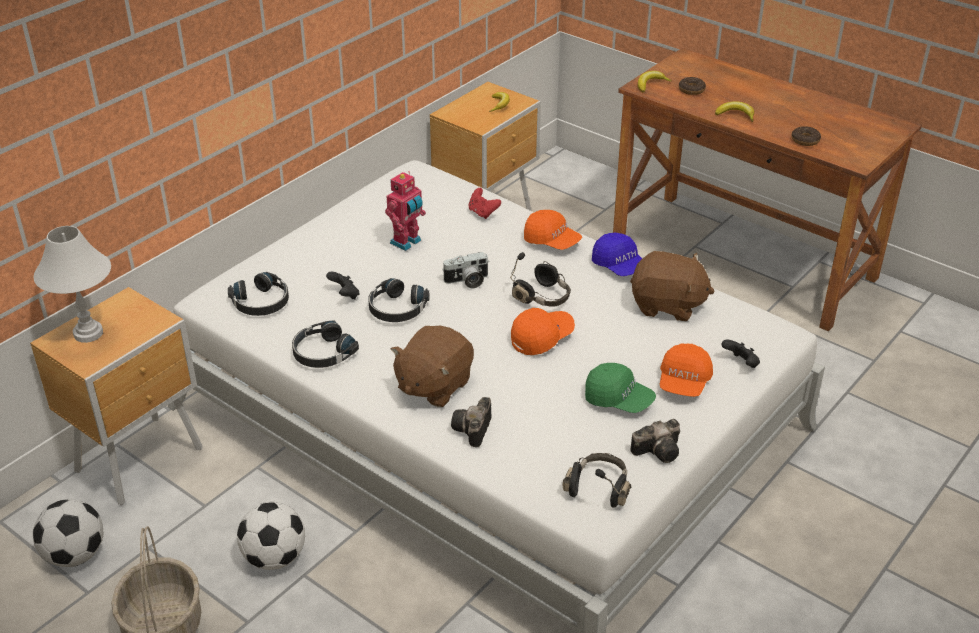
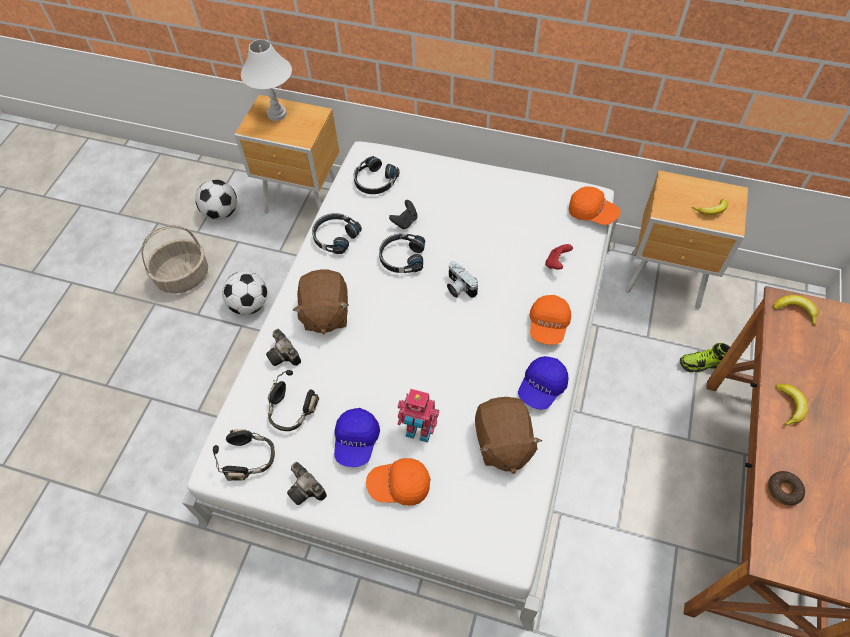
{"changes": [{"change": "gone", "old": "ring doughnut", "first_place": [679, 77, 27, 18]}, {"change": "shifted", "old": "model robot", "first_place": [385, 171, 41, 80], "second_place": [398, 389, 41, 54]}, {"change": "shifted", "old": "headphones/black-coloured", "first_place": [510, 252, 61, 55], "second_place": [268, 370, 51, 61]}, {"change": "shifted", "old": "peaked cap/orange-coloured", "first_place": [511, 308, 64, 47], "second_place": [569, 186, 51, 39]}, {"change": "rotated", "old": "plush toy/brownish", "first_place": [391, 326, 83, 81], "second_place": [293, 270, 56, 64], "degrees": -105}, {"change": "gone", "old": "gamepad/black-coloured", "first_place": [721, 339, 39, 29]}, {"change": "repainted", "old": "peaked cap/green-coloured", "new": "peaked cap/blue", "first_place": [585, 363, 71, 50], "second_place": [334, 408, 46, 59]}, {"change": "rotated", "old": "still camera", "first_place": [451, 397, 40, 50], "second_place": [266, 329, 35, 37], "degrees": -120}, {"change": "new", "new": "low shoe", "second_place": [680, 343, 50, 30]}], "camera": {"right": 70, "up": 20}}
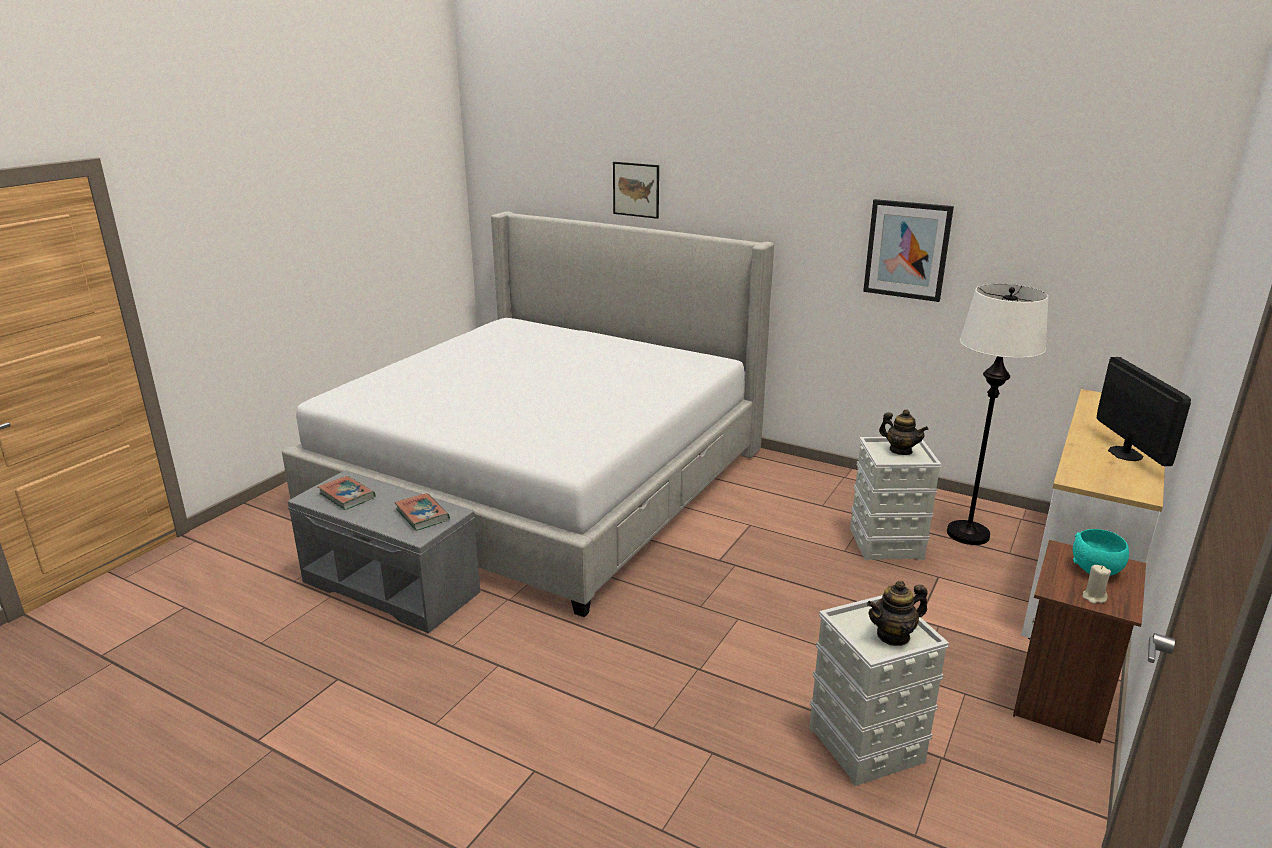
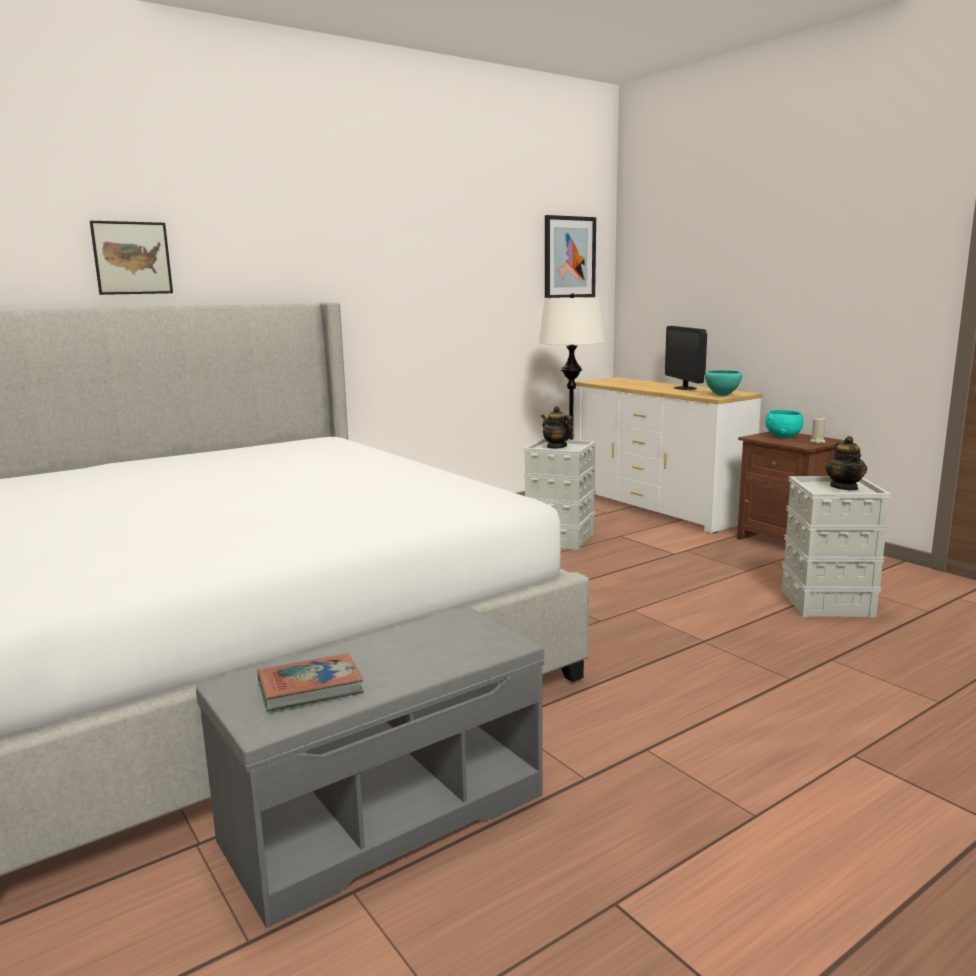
{"changes": [{"change": "shifted", "old": "wall art", "first_place": [863, 199, 91, 103], "second_place": [545, 215, 51, 83]}, {"change": "rotated", "old": "monitor", "first_place": [1097, 357, 94, 109], "second_place": [665, 326, 42, 64], "degrees": -120}, {"change": "rotated", "old": "teapot", "first_place": [879, 409, 49, 46], "second_place": [541, 406, 33, 43], "degrees": -105}, {"change": "gone", "old": "bound book", "first_place": [395, 493, 55, 38]}, {"change": "new", "new": "serving bowl/blue-green", "second_place": [705, 370, 37, 26]}], "camera": {"right": -65, "up": -10}}
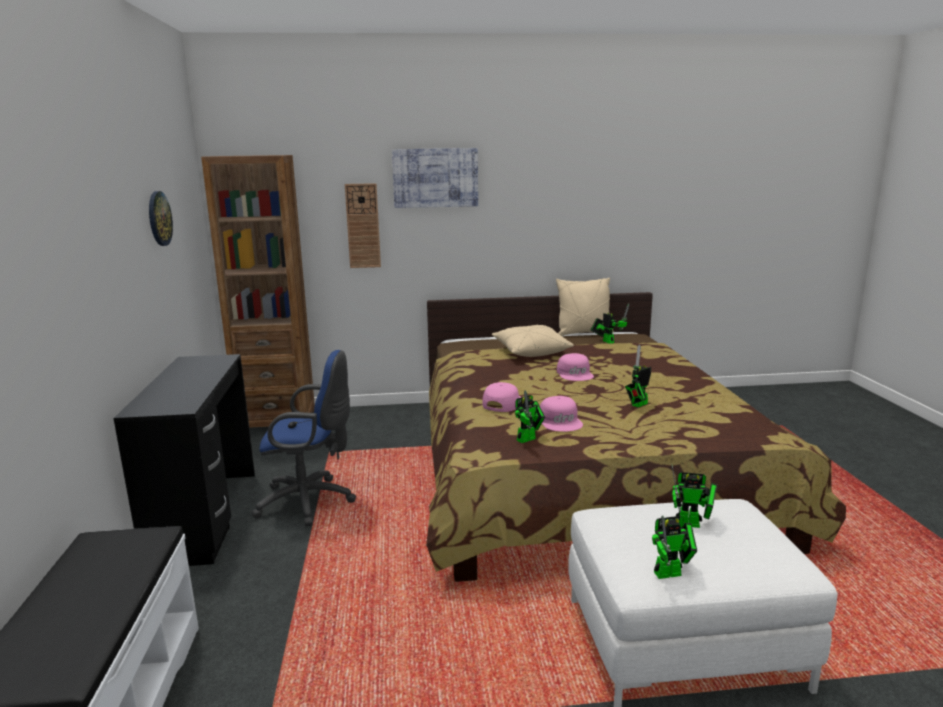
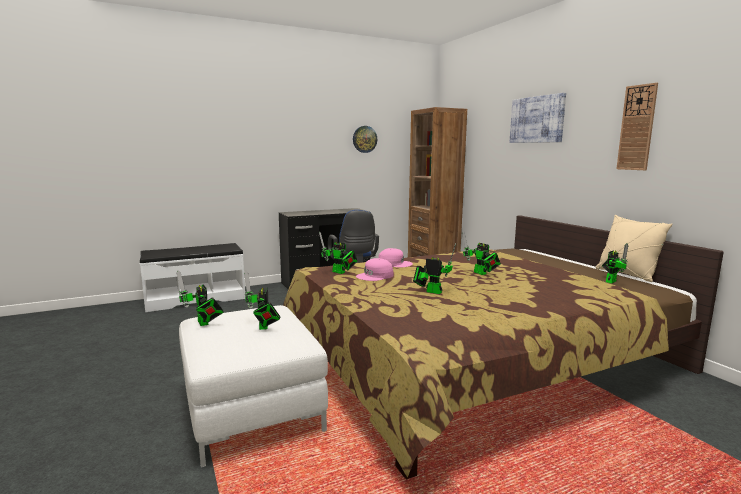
{"changes": [{"change": "shifted", "old": "clock on the wall", "first_place": [345, 183, 36, 85], "second_place": [616, 83, 42, 87]}, {"change": "gone", "old": "throw pillow/beige-coloured", "first_place": [492, 325, 82, 32]}, {"change": "swapped", "old": "peaked cap/pink", "new": "model robot", "first_place": [557, 353, 37, 28], "second_place": [463, 231, 38, 44]}], "camera": {"right": 70, "up": -5}}
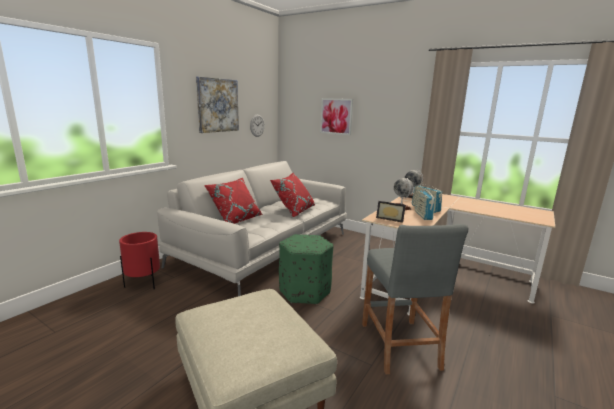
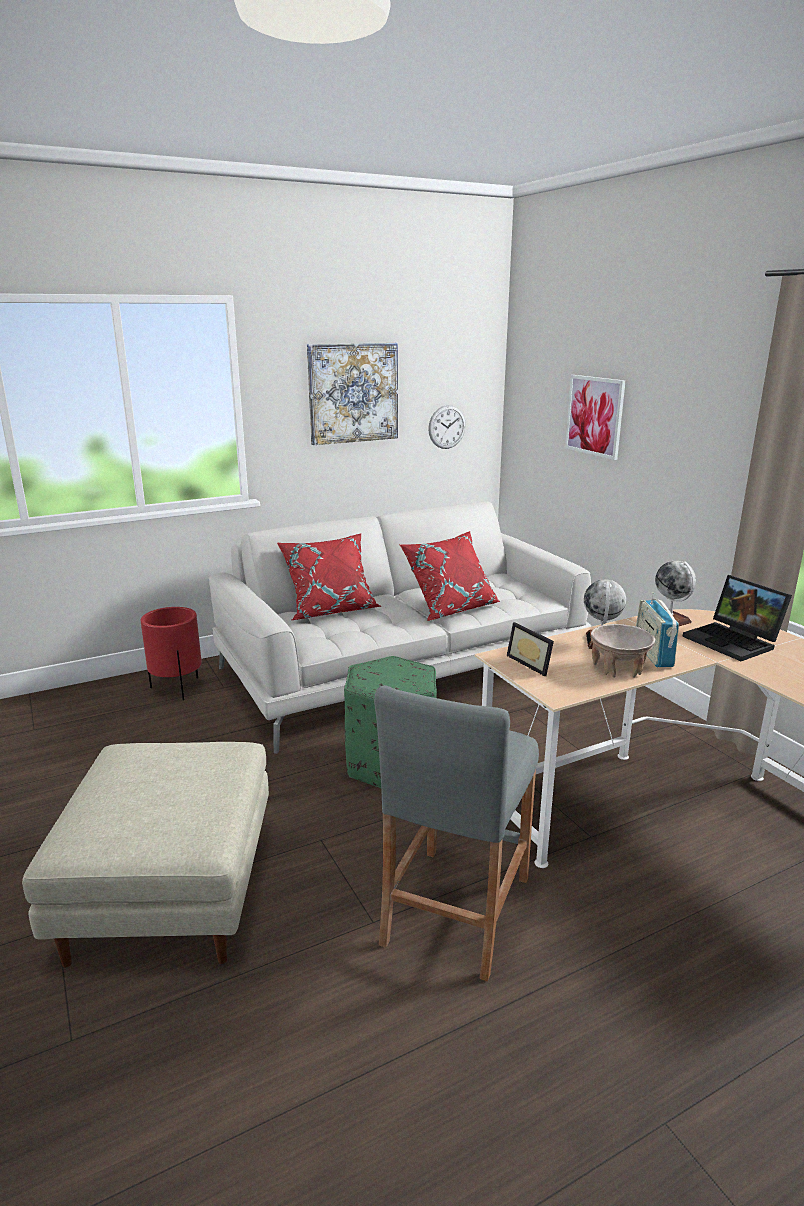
{"changes": [{"change": "swapped", "old": "radio receiver", "new": "serving bowl/beige-coloured", "first_place": [414, 186, 21, 34], "second_place": [591, 624, 64, 54]}, {"change": "new", "new": "notebook computer", "second_place": [683, 575, 109, 86]}], "camera": {"right": 30, "up": 5}}
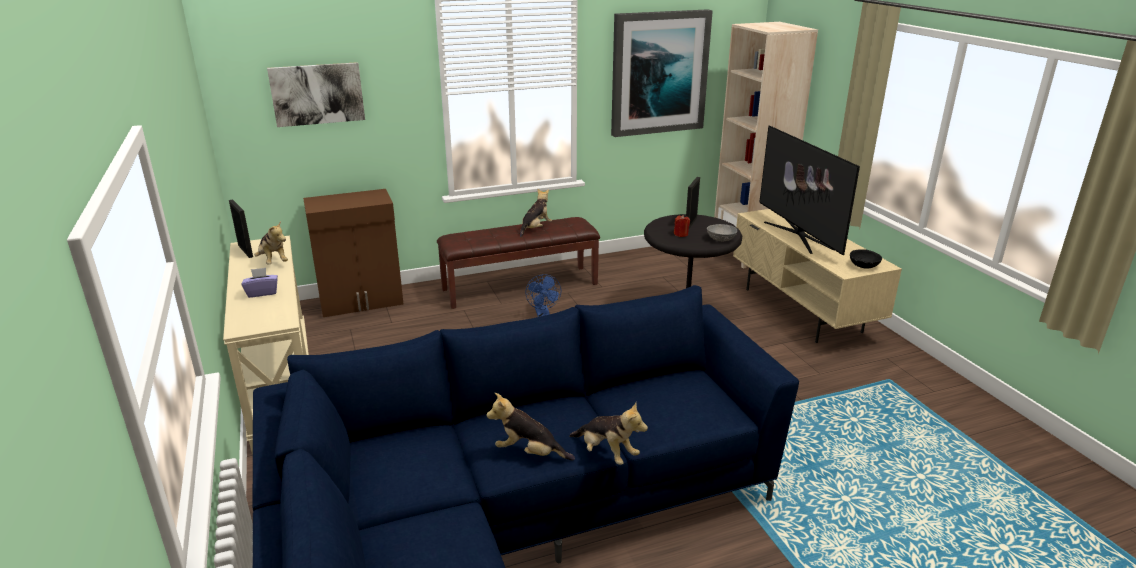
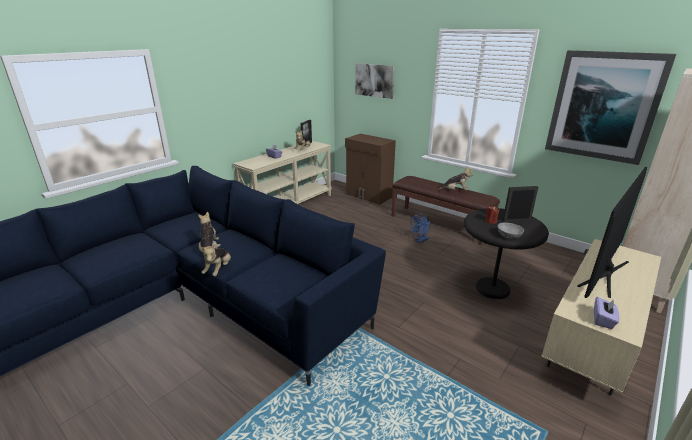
{"changes": [{"change": "swapped", "old": "serving bowl/black-coloured", "new": "tissue box/purplish", "first_place": [850, 249, 32, 20], "second_place": [594, 297, 25, 32]}], "camera": {"right": 60, "up": 0}}
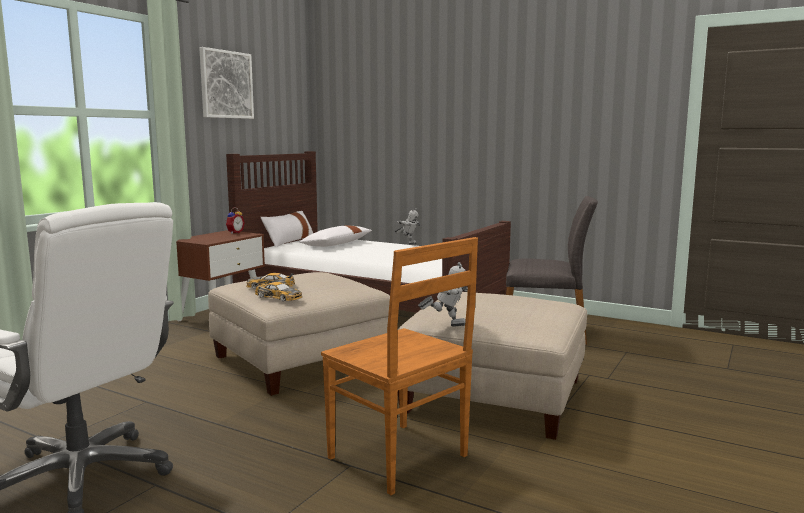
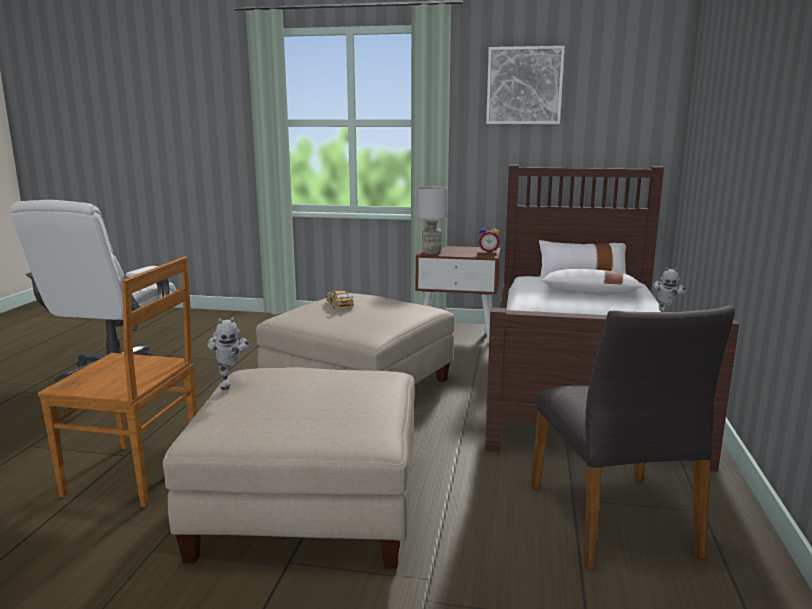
{"changes": [{"change": "rotated", "old": "chair/brownish", "first_place": [321, 237, 157, 258], "second_place": [38, 256, 159, 251], "degrees": -105}, {"change": "gone", "old": "toy car", "first_place": [255, 280, 47, 21]}, {"change": "new", "new": "lamp for a table/gray", "second_place": [417, 186, 31, 68]}], "camera": {"right": 70, "up": 5}}
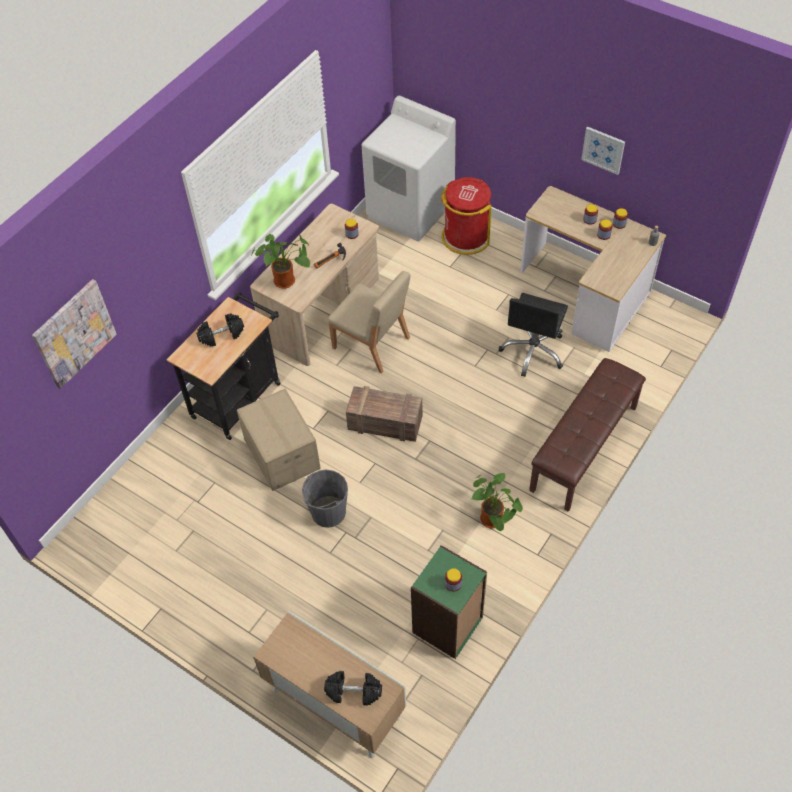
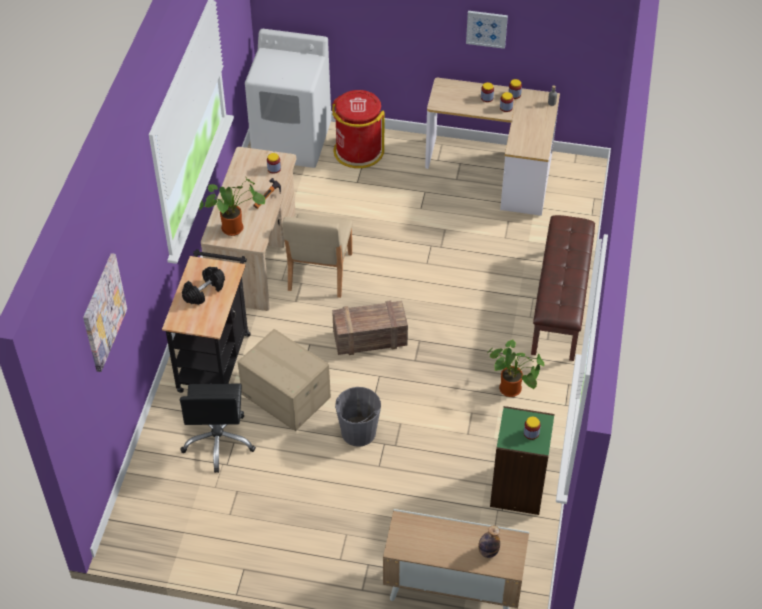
{"changes": [{"change": "rotated", "old": "chair/beige-coloured", "first_place": [328, 271, 82, 102], "second_place": [282, 213, 71, 85], "degrees": 90}, {"change": "shifted", "old": "desk chair/black-coloured", "first_place": [499, 293, 69, 84], "second_place": [180, 383, 76, 90]}, {"change": "swapped", "old": "free weight/black-coloured", "new": "beverage bottle", "first_place": [324, 671, 58, 35], "second_place": [478, 526, 22, 32]}], "camera": {"right": -25, "up": -5}}
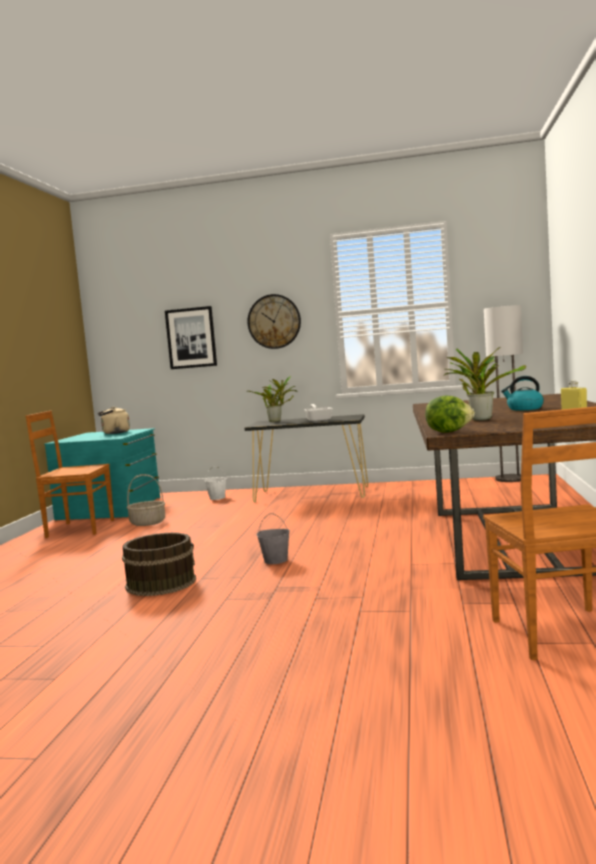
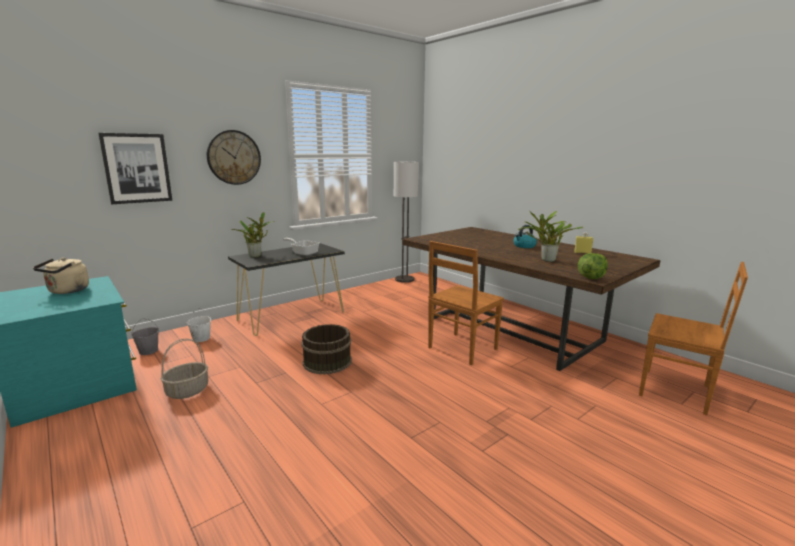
{"changes": [{"change": "shifted", "old": "chair/brownish", "first_place": [26, 411, 88, 127], "second_place": [428, 241, 76, 124]}, {"change": "shifted", "old": "water bucket/gray", "first_place": [256, 513, 34, 51], "second_place": [131, 318, 28, 37]}, {"change": "shifted", "old": "water bucket/brownish", "first_place": [122, 532, 74, 64], "second_place": [301, 324, 51, 50]}], "camera": {"right": -50, "up": 10}}
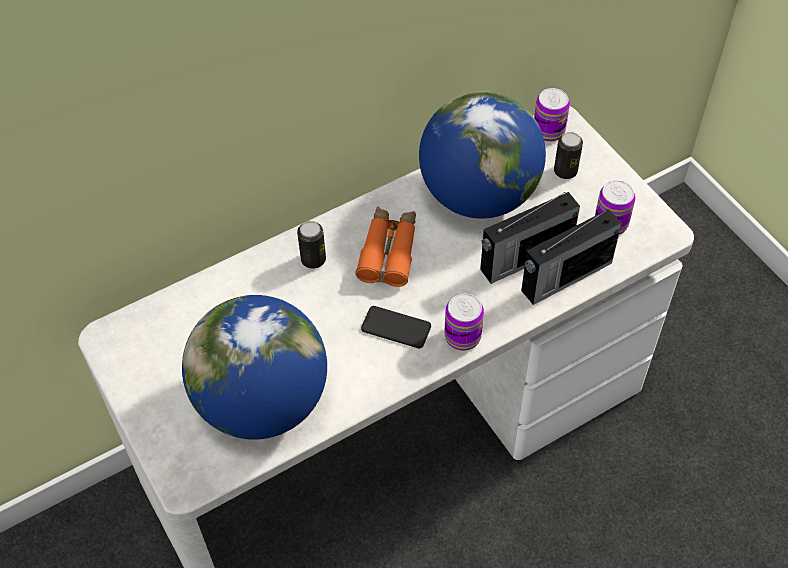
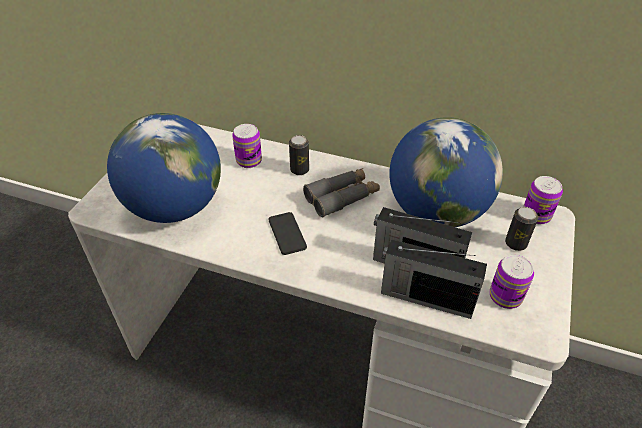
{"changes": [{"change": "repainted", "old": "pair of binoculars/orange-coloured", "new": "pair of binoculars/gray", "first_place": [355, 207, 61, 80], "second_place": [303, 168, 77, 49]}, {"change": "shifted", "old": "can", "first_place": [444, 294, 40, 57], "second_place": [232, 124, 30, 44]}], "camera": {"right": 50, "up": -10}}
